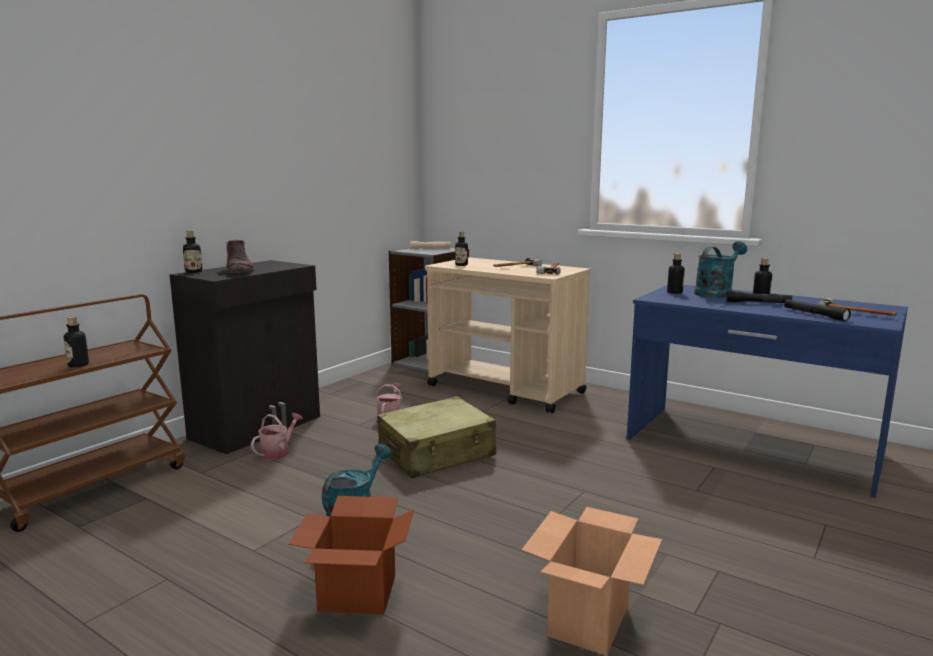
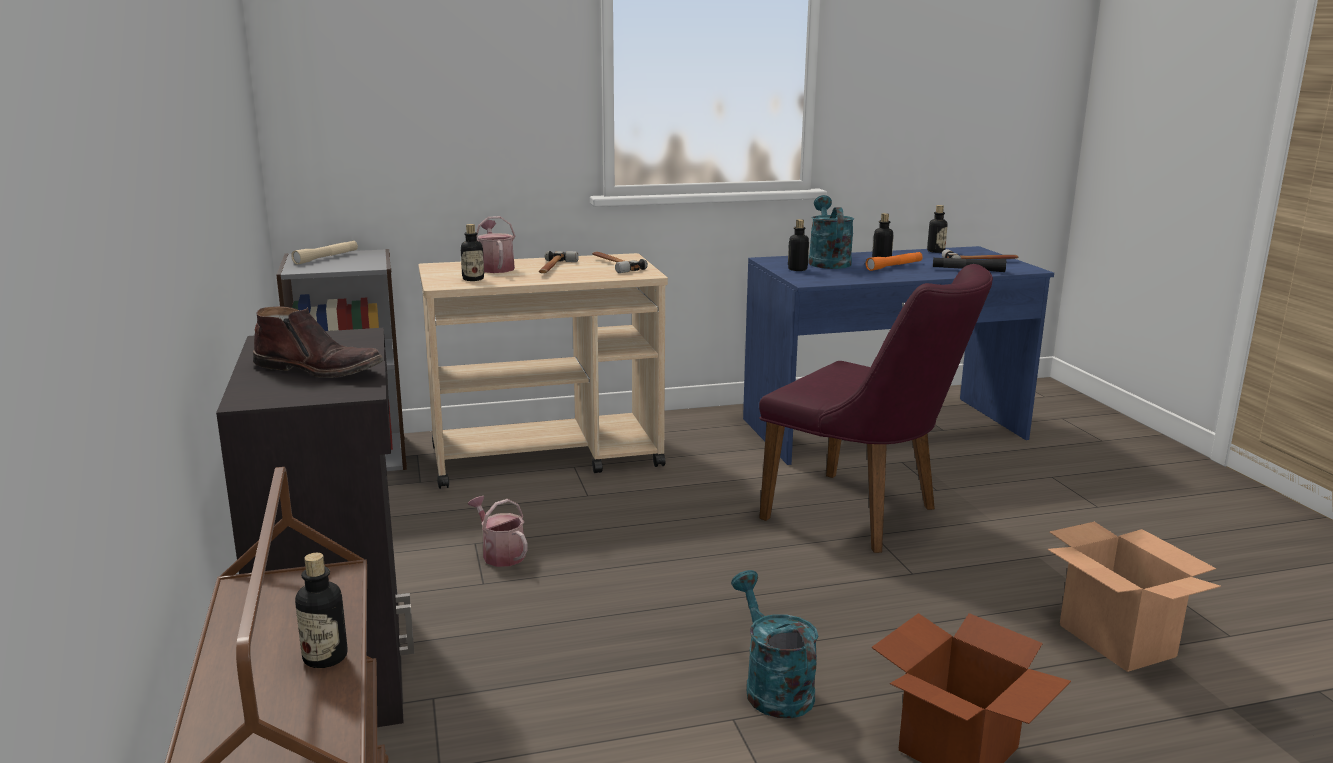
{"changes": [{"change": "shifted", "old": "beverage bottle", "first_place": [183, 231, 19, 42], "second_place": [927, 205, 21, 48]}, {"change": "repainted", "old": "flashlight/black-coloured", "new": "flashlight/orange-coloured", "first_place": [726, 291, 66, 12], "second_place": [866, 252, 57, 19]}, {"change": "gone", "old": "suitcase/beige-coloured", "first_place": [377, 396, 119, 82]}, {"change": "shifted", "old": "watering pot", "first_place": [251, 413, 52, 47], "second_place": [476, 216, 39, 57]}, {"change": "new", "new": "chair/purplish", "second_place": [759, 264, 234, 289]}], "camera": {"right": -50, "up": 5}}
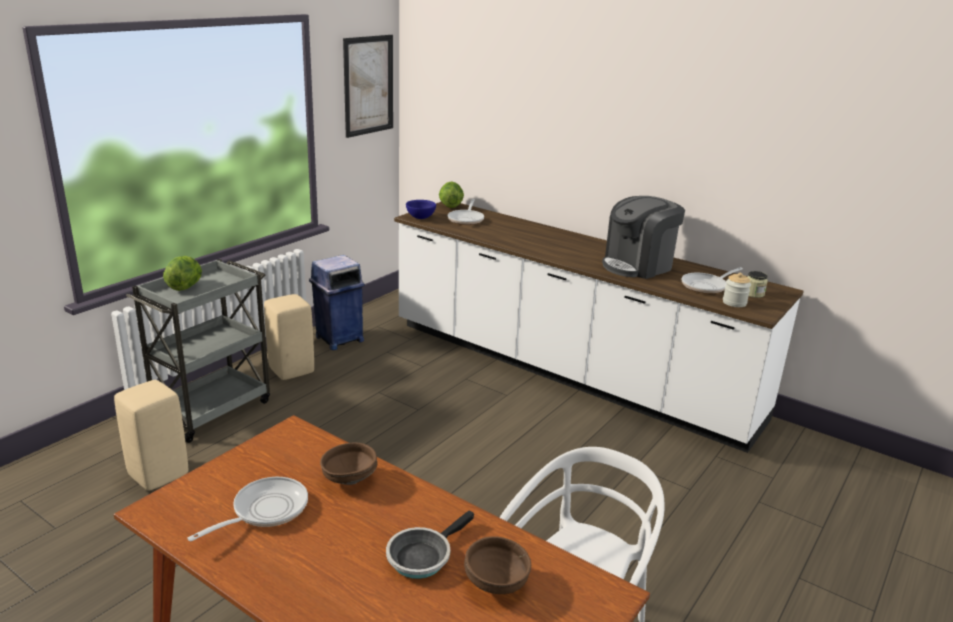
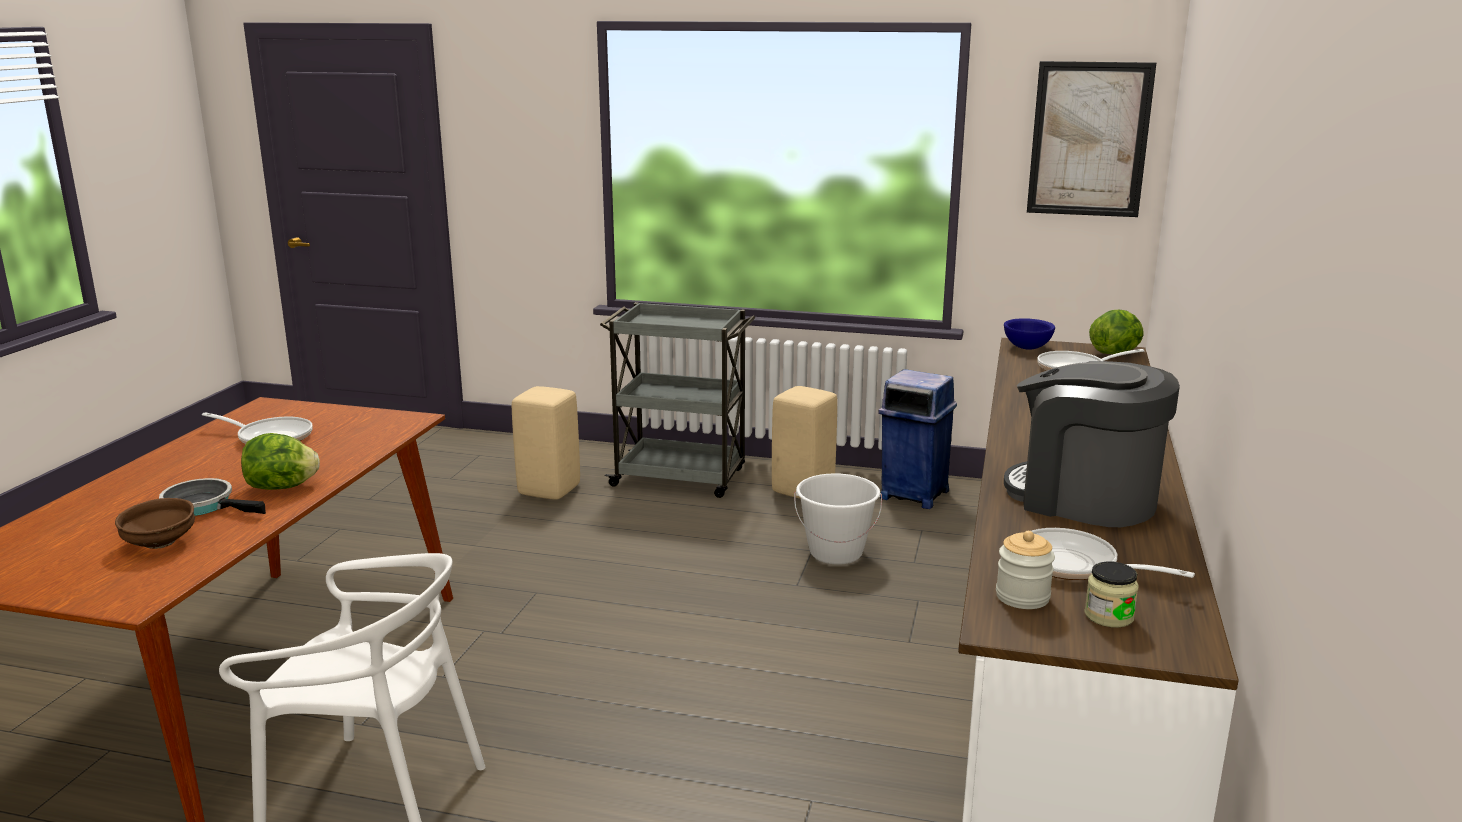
{"changes": [{"change": "shifted", "old": "lettuce head", "first_place": [163, 256, 39, 35], "second_place": [241, 433, 79, 57]}, {"change": "gone", "old": "serving bowl/brownish", "first_place": [320, 443, 58, 42]}, {"change": "new", "new": "water bucket/whitish", "second_place": [794, 473, 88, 92]}], "camera": {"right": 70, "up": -5}}
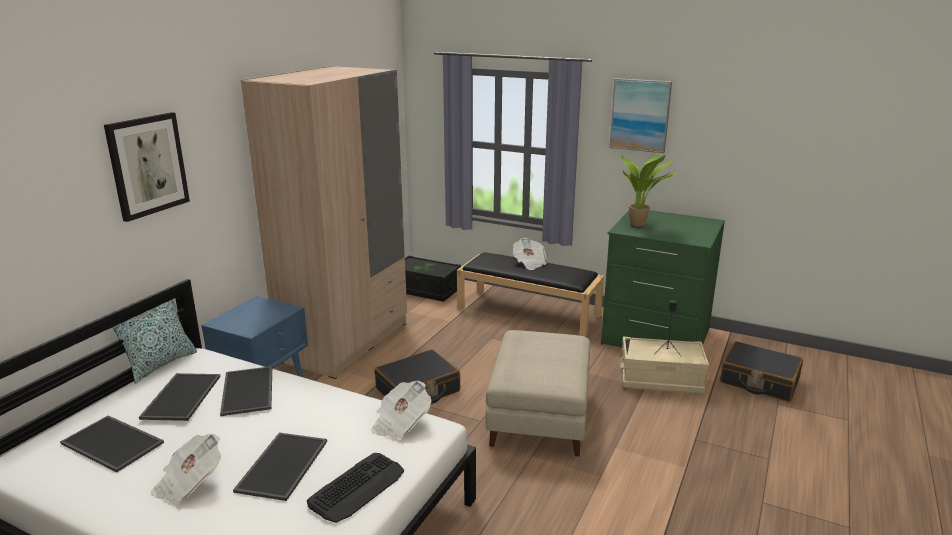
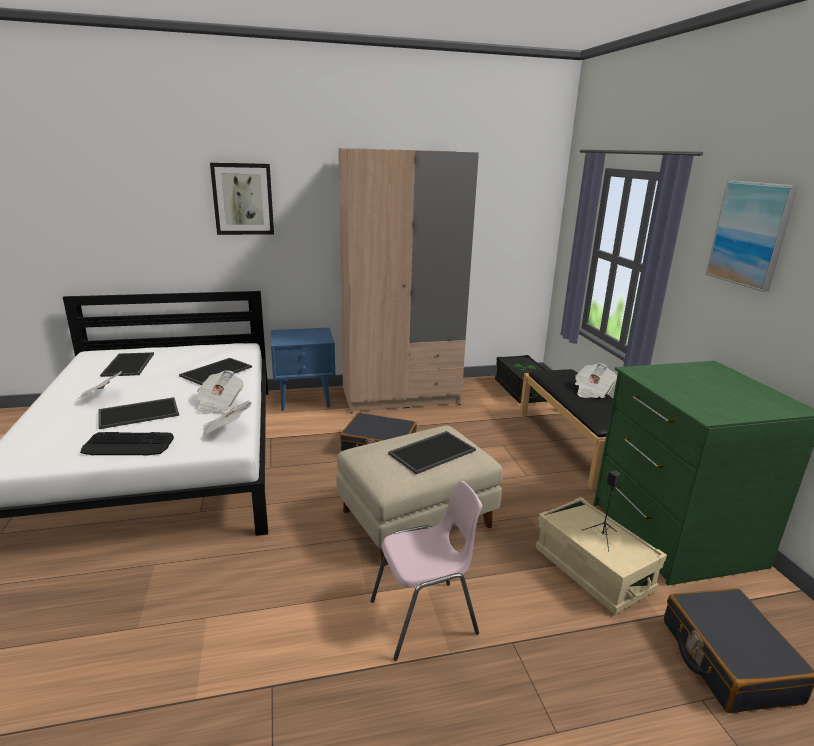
{"changes": [{"change": "gone", "old": "houseplant", "first_place": [621, 154, 57, 73]}, {"change": "gone", "old": "throw pillow", "first_place": [112, 299, 85, 85]}, {"change": "shifted", "old": "tray", "first_place": [139, 373, 82, 48], "second_place": [388, 431, 88, 43]}, {"change": "new", "new": "daily paper", "second_place": [196, 370, 47, 44]}, {"change": "new", "new": "chair/pink", "second_place": [370, 481, 112, 180]}], "camera": {"right": 50, "up": 0}}
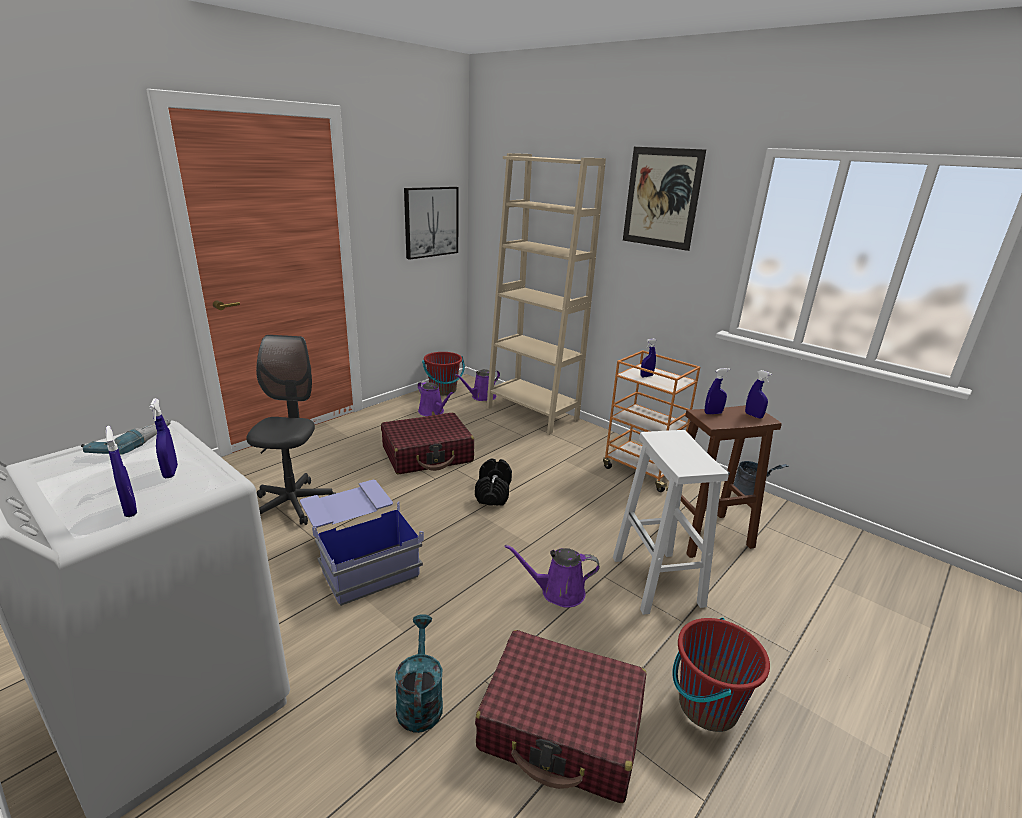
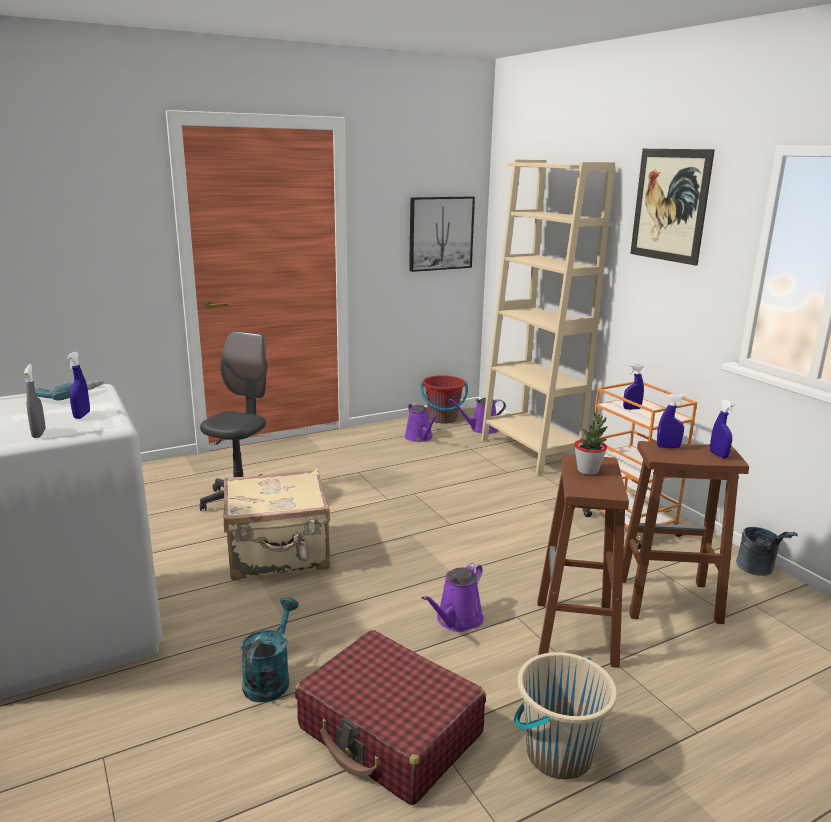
{"changes": [{"change": "gone", "old": "suitcase/red", "first_place": [381, 413, 93, 61]}, {"change": "repainted", "old": "spray bottle/blue", "new": "spray bottle/gray", "first_place": [105, 426, 32, 91], "second_place": [24, 364, 22, 74]}, {"change": "repainted", "old": "stool seat/whitish", "new": "stool seat/brownish", "first_place": [613, 430, 116, 185], "second_place": [537, 454, 92, 214]}, {"change": "gone", "old": "free weight/black-coloured", "first_place": [475, 458, 37, 48]}, {"change": "swapped", "old": "storage box/blue", "new": "suitcase/beige-coloured", "first_place": [300, 480, 124, 126], "second_place": [223, 469, 107, 111]}, {"change": "rotated", "old": "watering pot/purplish", "first_place": [505, 544, 95, 64], "second_place": [422, 563, 62, 69], "degrees": -75}, {"change": "repainted", "old": "water bucket/red", "new": "water bucket/beige-coloured", "first_place": [672, 617, 98, 115], "second_place": [514, 652, 103, 127]}, {"change": "new", "new": "houseplant", "second_place": [574, 413, 33, 62]}], "camera": {"right": 20, "up": -5}}
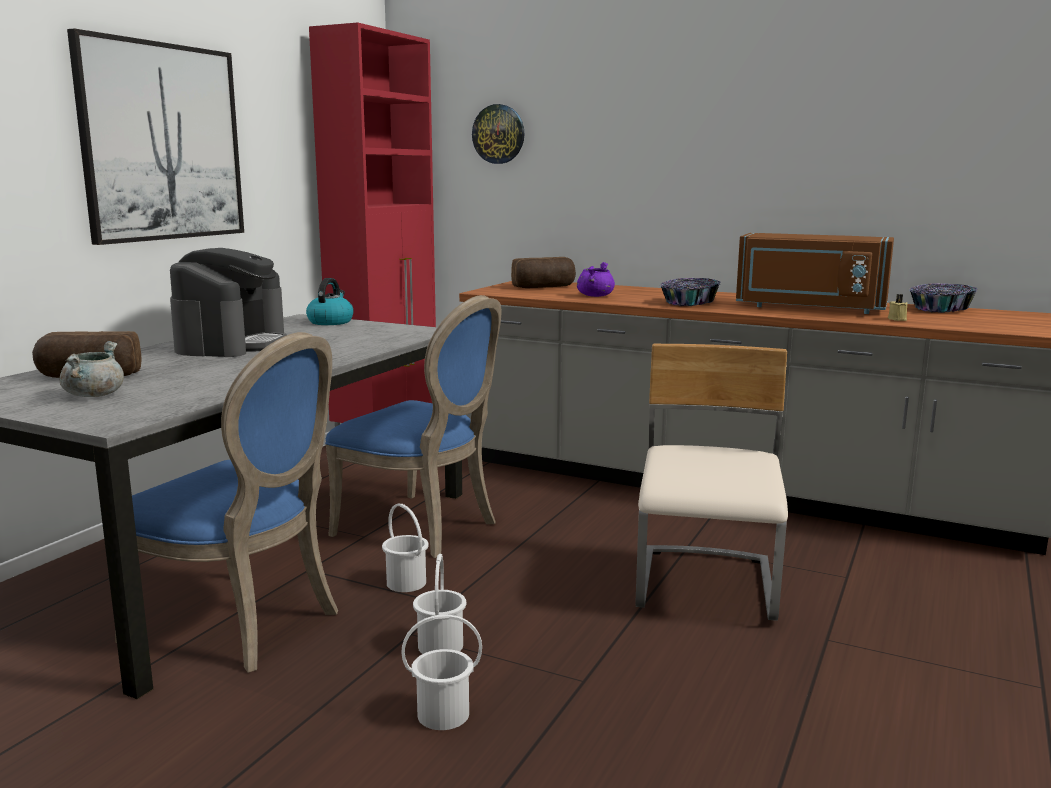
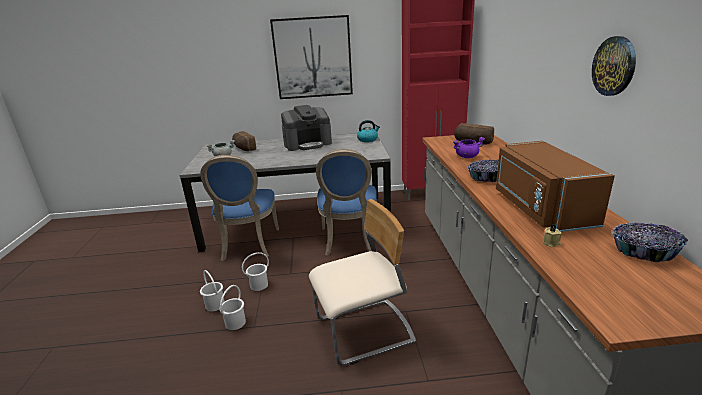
{"changes": [{"change": "shifted", "old": "clock on the wall", "first_place": [472, 104, 52, 60], "second_place": [592, 36, 44, 60]}, {"change": "shifted", "old": "water bucket/whitish", "first_place": [382, 504, 47, 88], "second_place": [220, 285, 26, 45]}], "camera": {"right": 60, "up": 10}}
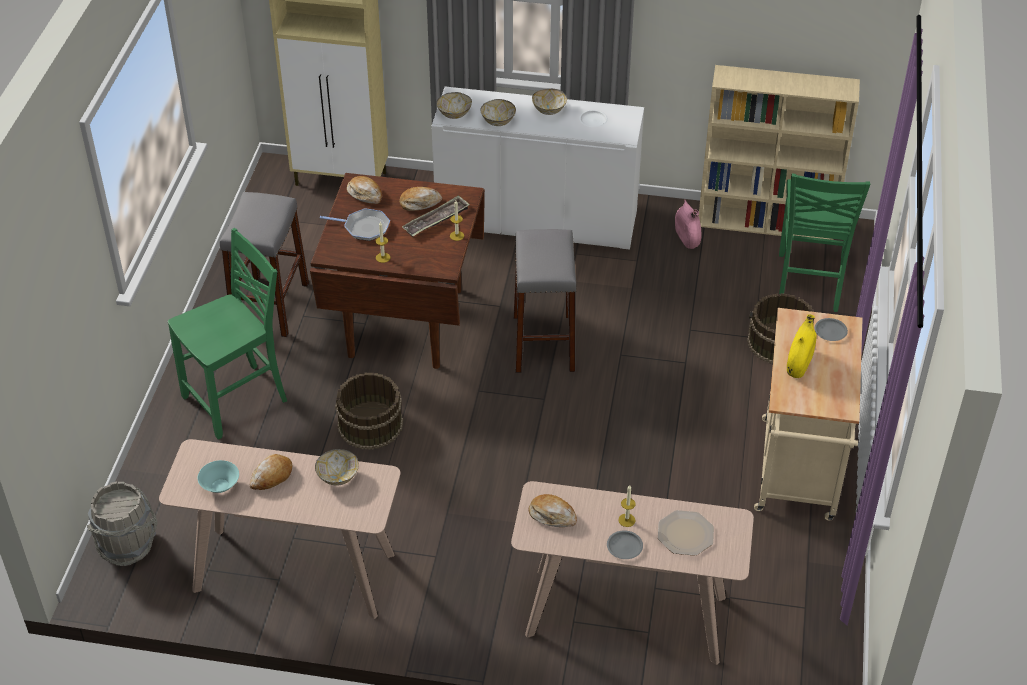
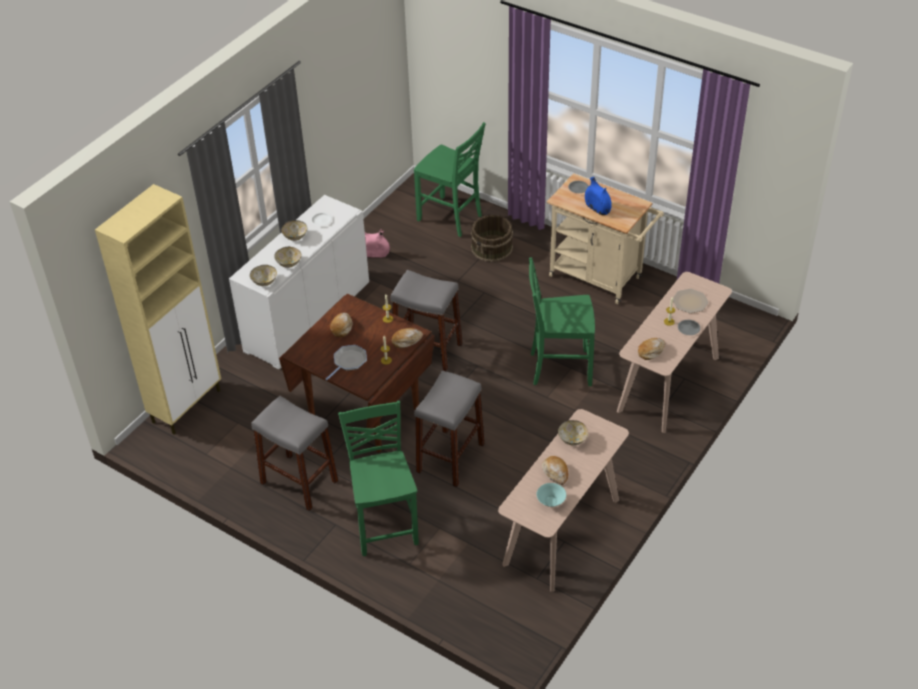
{"changes": [{"change": "gone", "old": "bookcase/beige-coloured", "first_place": [698, 65, 162, 175]}, {"change": "shifted", "old": "bakery bread", "first_place": [347, 176, 35, 28], "second_place": [392, 328, 31, 20]}, {"change": "gone", "old": "tray", "first_place": [402, 195, 68, 42]}, {"change": "repainted", "old": "decorative vase/yellowish", "new": "decorative vase/blue", "first_place": [787, 314, 30, 64], "second_place": [585, 177, 27, 38]}, {"change": "swapped", "old": "water bucket/brownish", "new": "stool seat/gray", "first_place": [335, 373, 68, 77], "second_place": [414, 370, 70, 117]}, {"change": "gone", "old": "water bucket/gray", "first_place": [87, 482, 70, 84]}, {"change": "new", "new": "chair/green-coloured", "second_place": [529, 257, 66, 129]}], "camera": {"right": -65, "up": 0}}
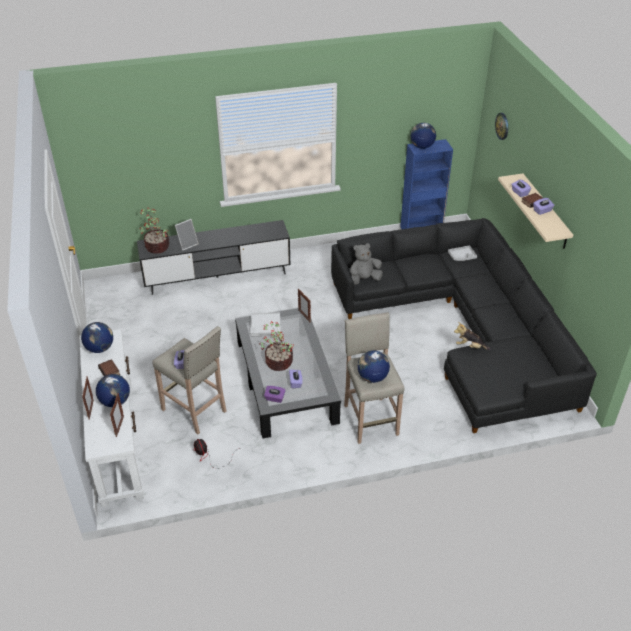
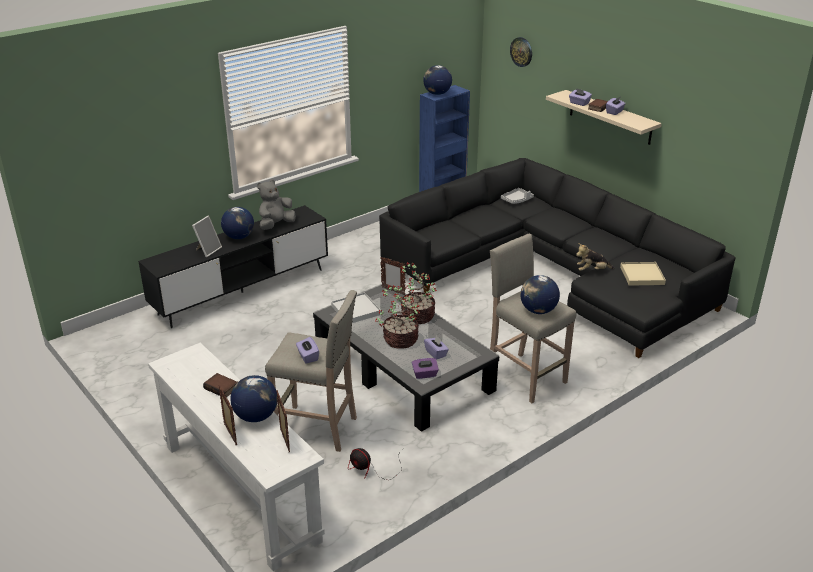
{"changes": [{"change": "shifted", "old": "houseplant", "first_place": [140, 207, 29, 47], "second_place": [393, 262, 44, 62]}, {"change": "shifted", "old": "plush toy/gray", "first_place": [350, 243, 33, 42], "second_place": [257, 179, 39, 51]}, {"change": "shifted", "old": "world globe", "first_place": [81, 322, 32, 31], "second_place": [221, 207, 33, 32]}, {"change": "new", "new": "tray/beige-coloured", "second_place": [620, 262, 46, 24]}], "camera": {"right": -25, "up": -10}}
